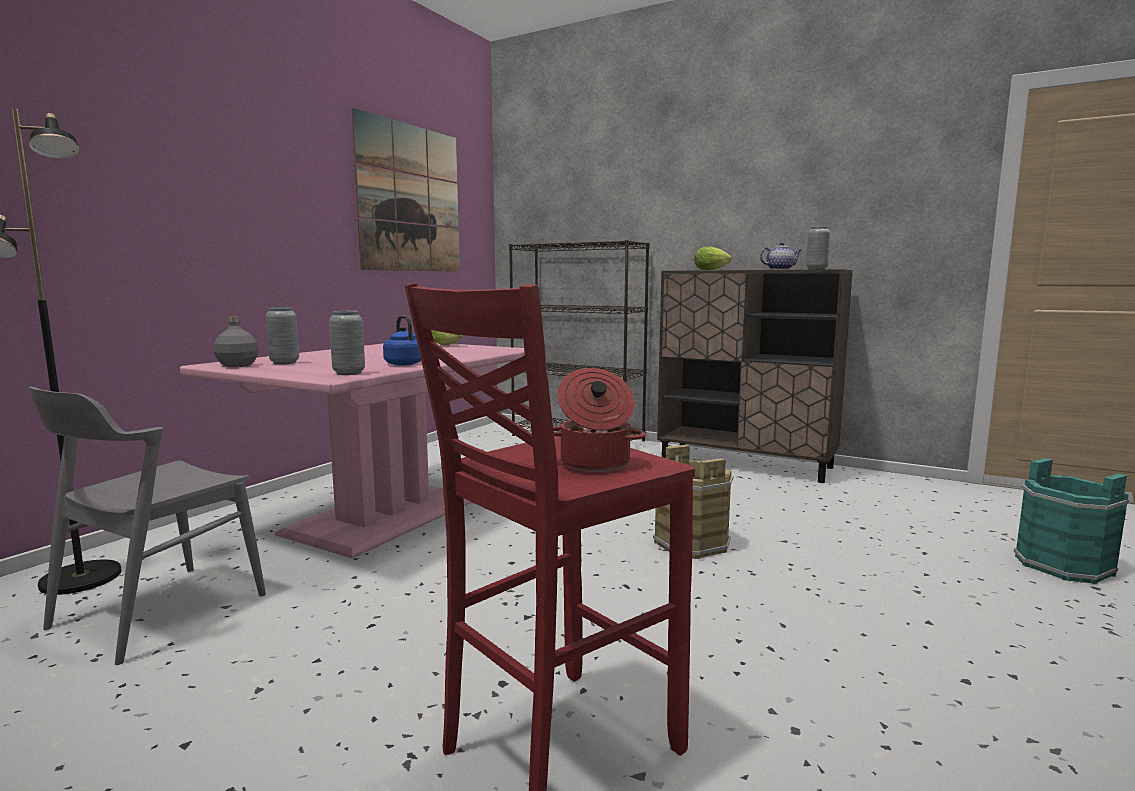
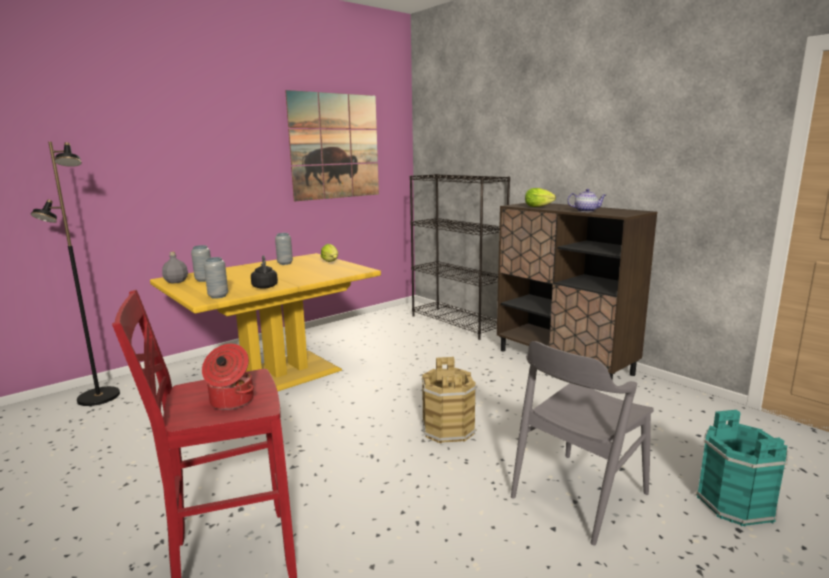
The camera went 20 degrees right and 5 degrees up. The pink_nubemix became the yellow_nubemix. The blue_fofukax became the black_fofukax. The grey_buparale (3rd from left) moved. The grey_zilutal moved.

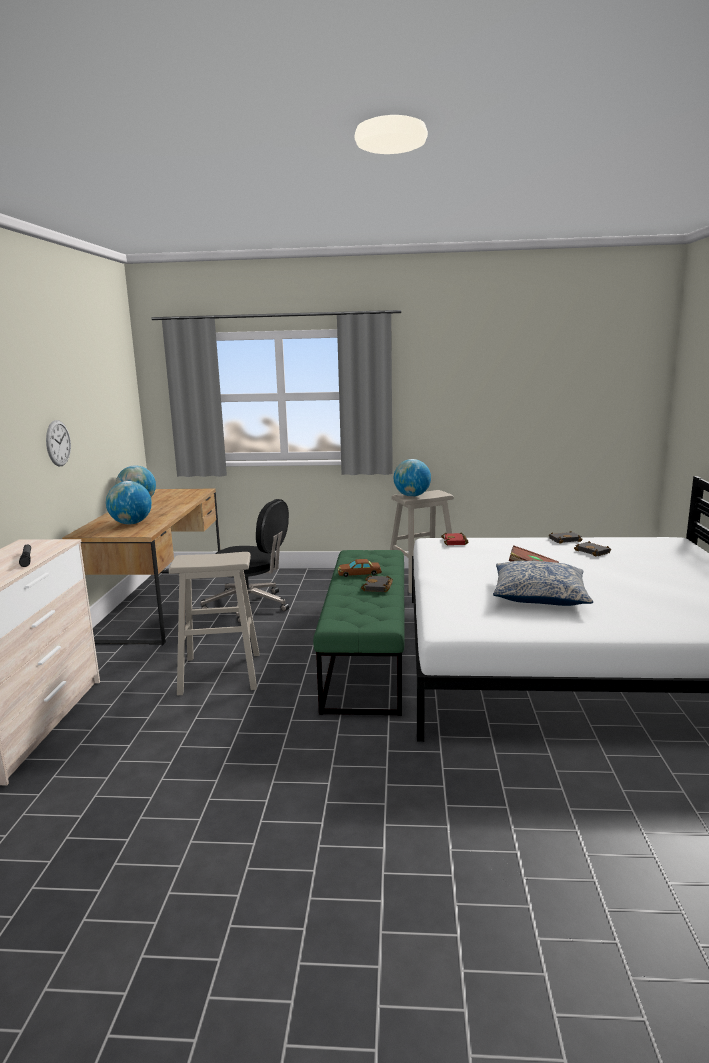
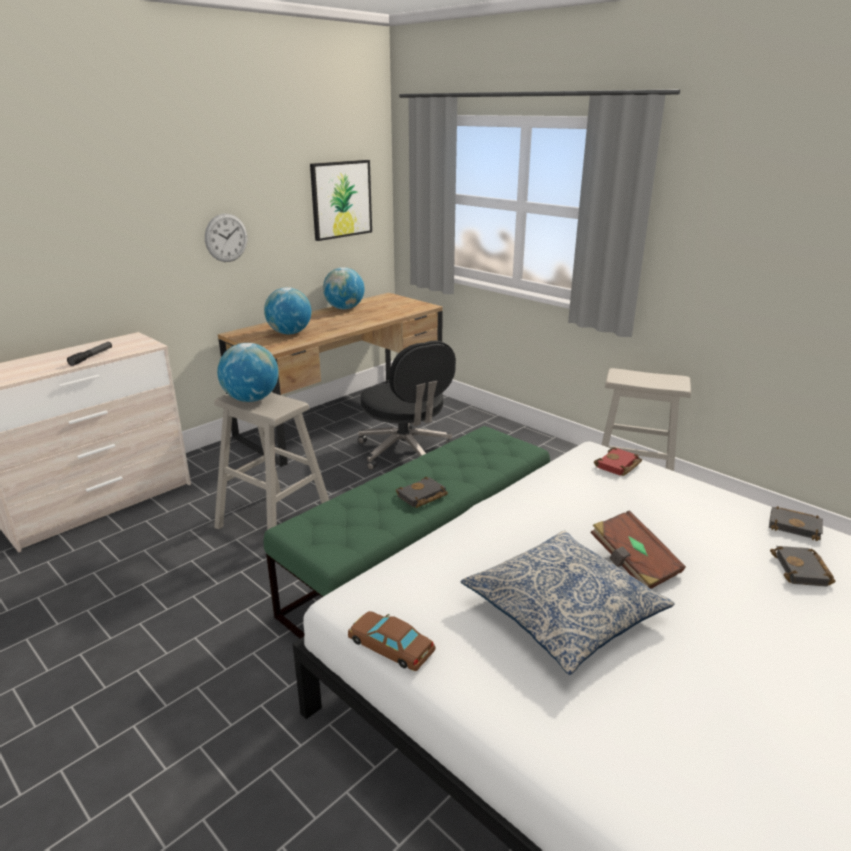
The camera went 40 degrees right and 10 degrees up. The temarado (3rd from left in the first image) moved. The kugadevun appeared. The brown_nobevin moved.

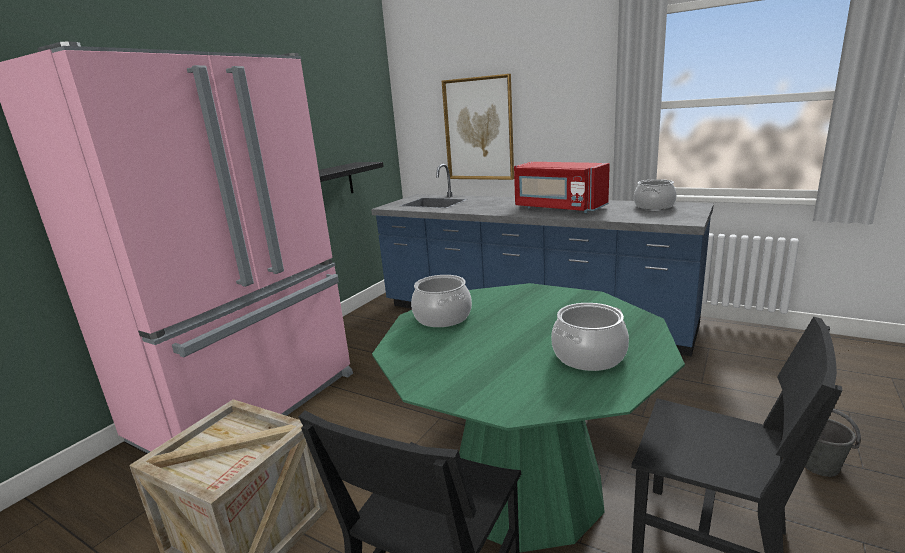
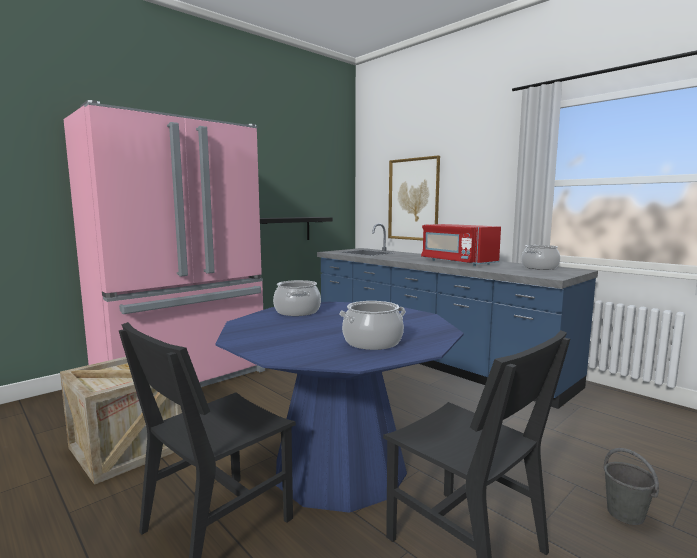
The camera went 15 degrees right and 10 degrees down. The green_nubemix became the blue_nubemix.

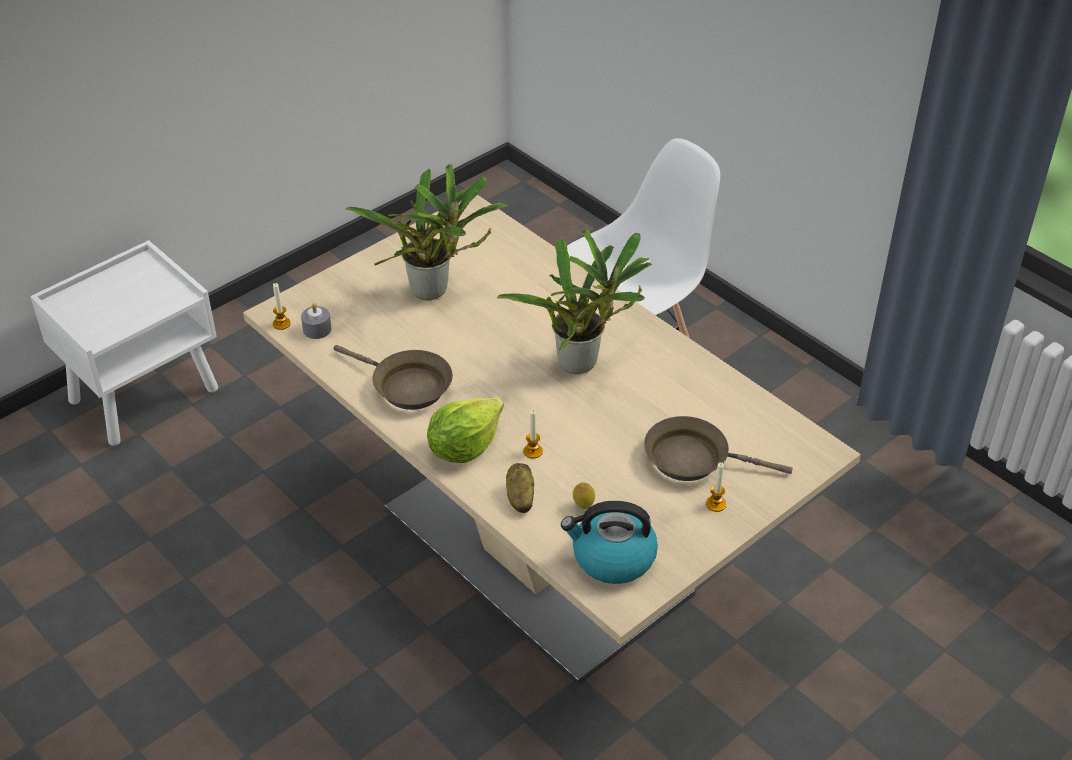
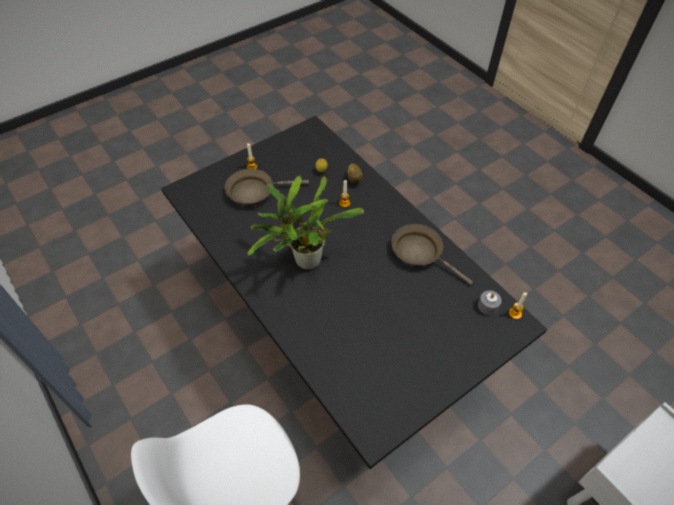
The camera went 175 degrees left and 10 degrees up. The beige_nubemix became the black_nubemix. The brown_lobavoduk (2nd from left in the first image) turned 150 degrees clockwise. The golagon (1st from left) disappeared. The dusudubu disappeared. The fofukax disappeared.

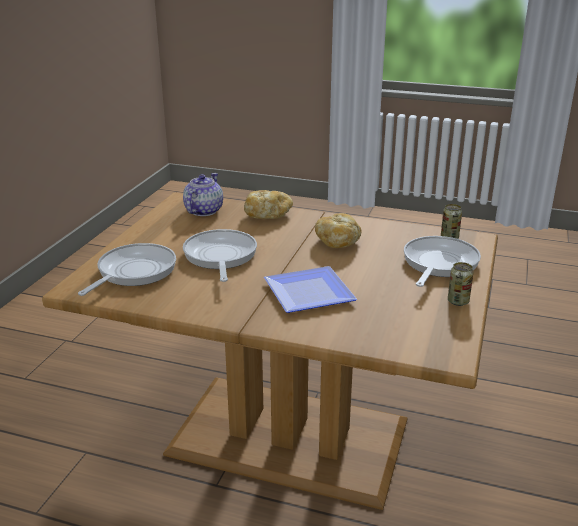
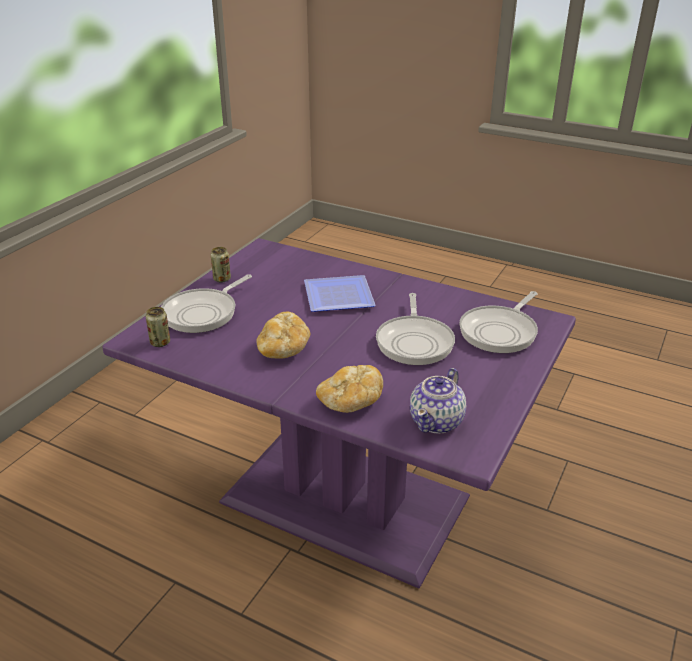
The camera went 170 degrees left and 5 degrees up. The brown_nubemix became the purple_nubemix.

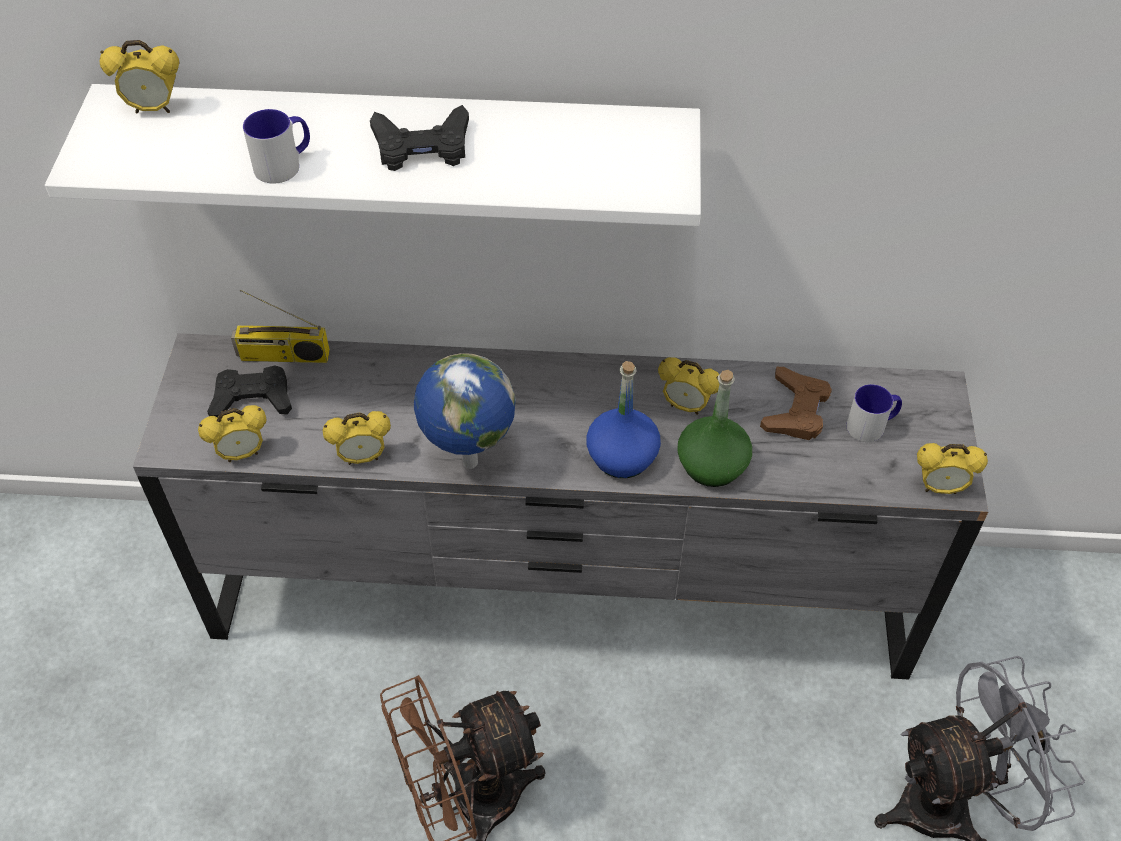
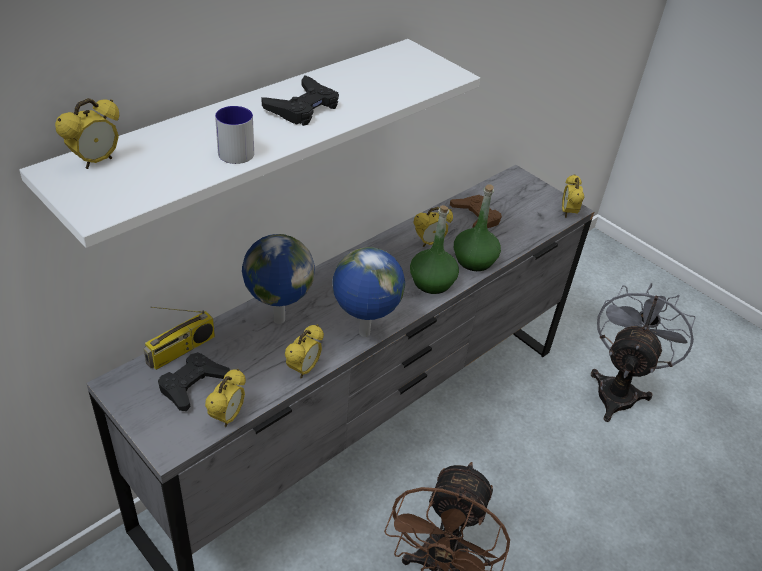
The camera went 50 degrees left and 10 degrees down. The temarado (1st from left) appeared. The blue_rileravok became the green_rileravok (1st from left). The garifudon (5th from left) turned 135 degrees clockwise. The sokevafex (2nd from left) disappeared.

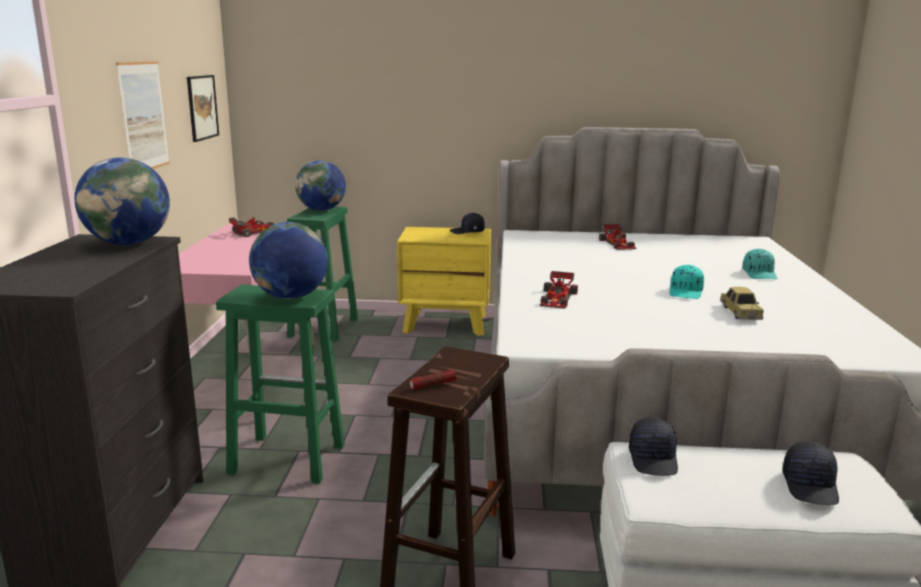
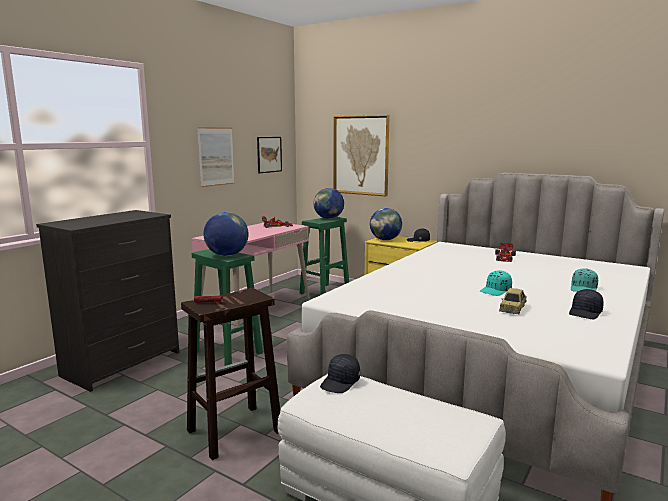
The camera went 30 degrees right and 5 degrees down. The kugadevun (3rd from left) appeared. The temarado (1st from left in the first image) moved. The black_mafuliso (3rd from left) moved. The nobevin (2nd from left) disappeared.

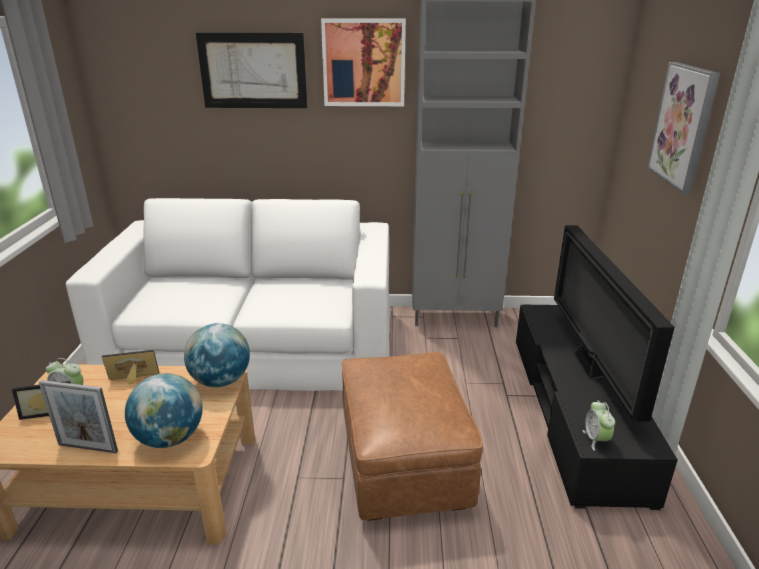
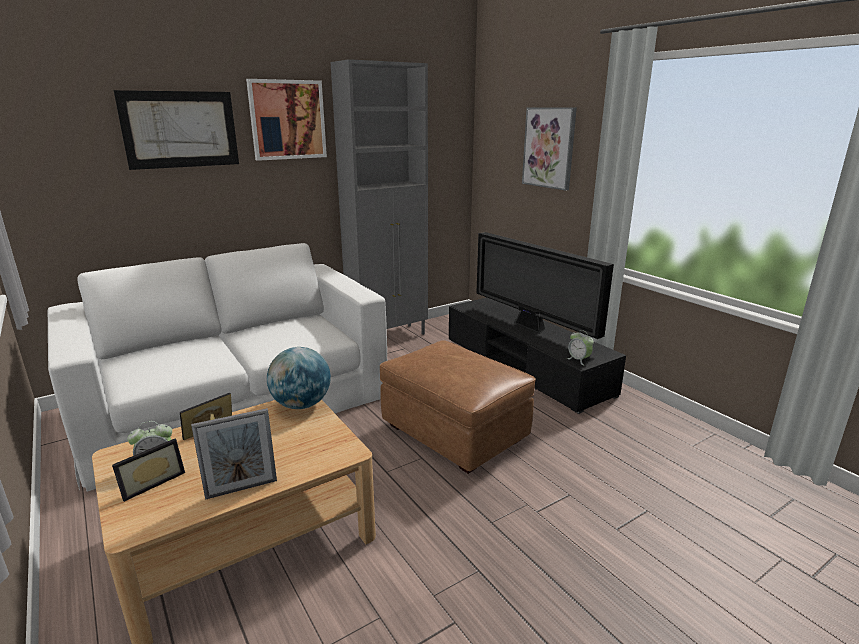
The camera went 35 degrees left and 5 degrees down. The temarado (1st from left) disappeared.

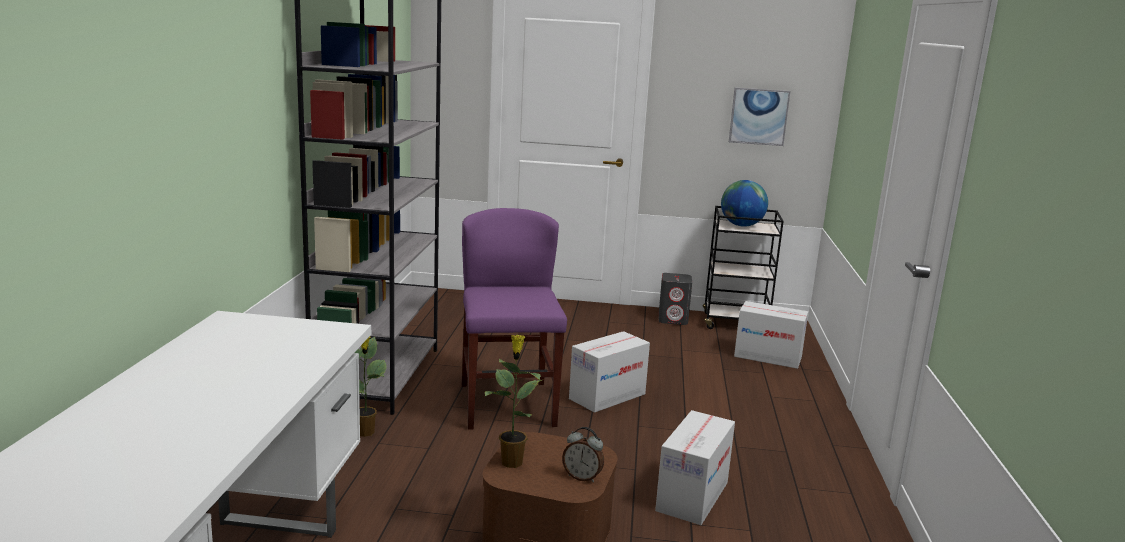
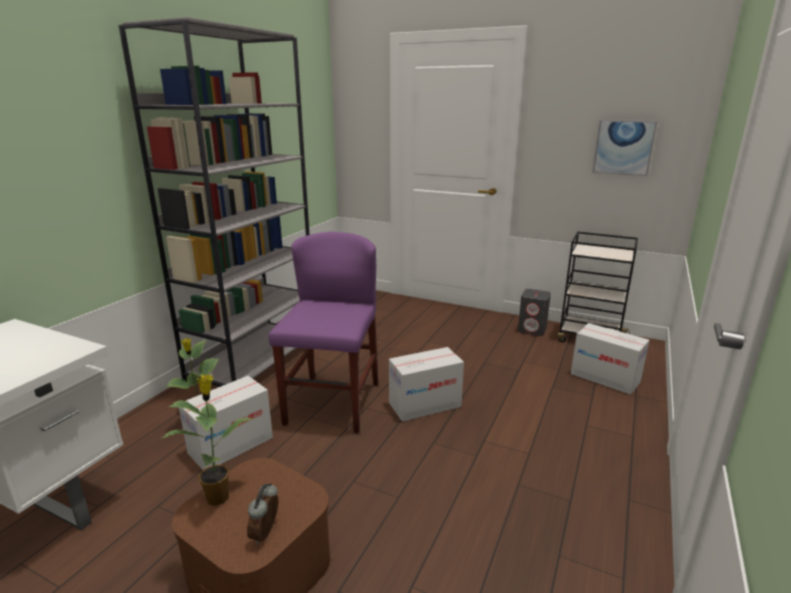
The camera went 20 degrees right and 5 degrees up. The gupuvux (2nd from left in the first image) moved. The garifudon turned 60 degrees clockwise. The temarado disappeared.

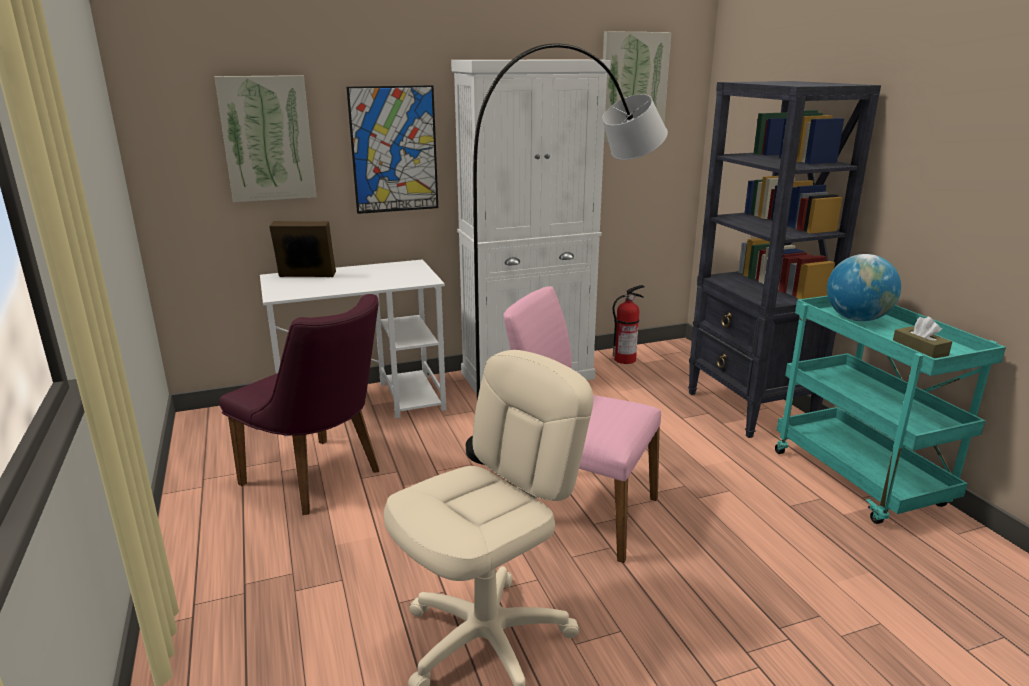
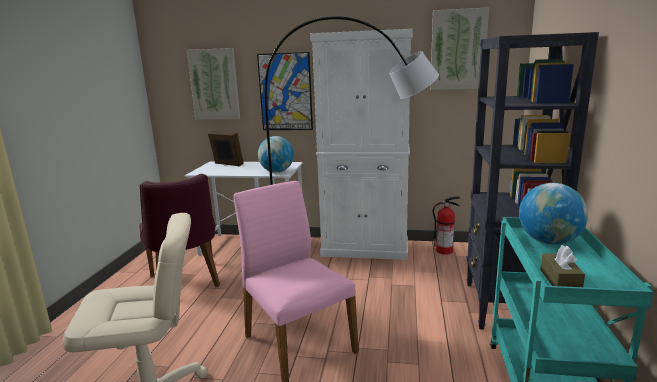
The camera went 30 degrees right and 5 degrees down. The temarado (1st from left) appeared.

